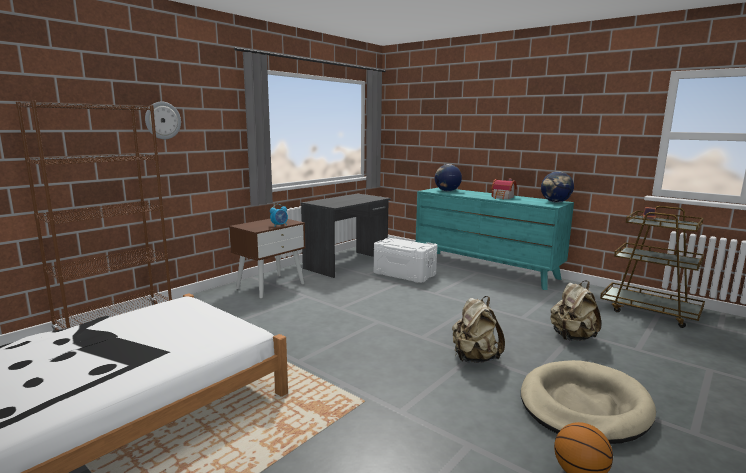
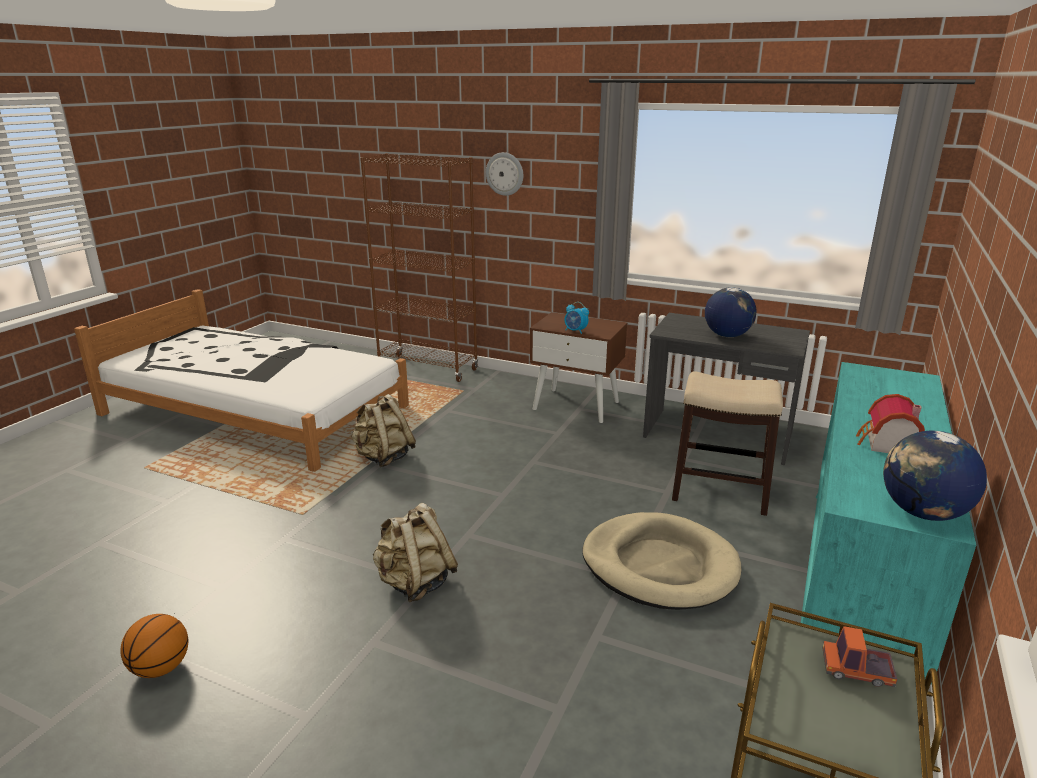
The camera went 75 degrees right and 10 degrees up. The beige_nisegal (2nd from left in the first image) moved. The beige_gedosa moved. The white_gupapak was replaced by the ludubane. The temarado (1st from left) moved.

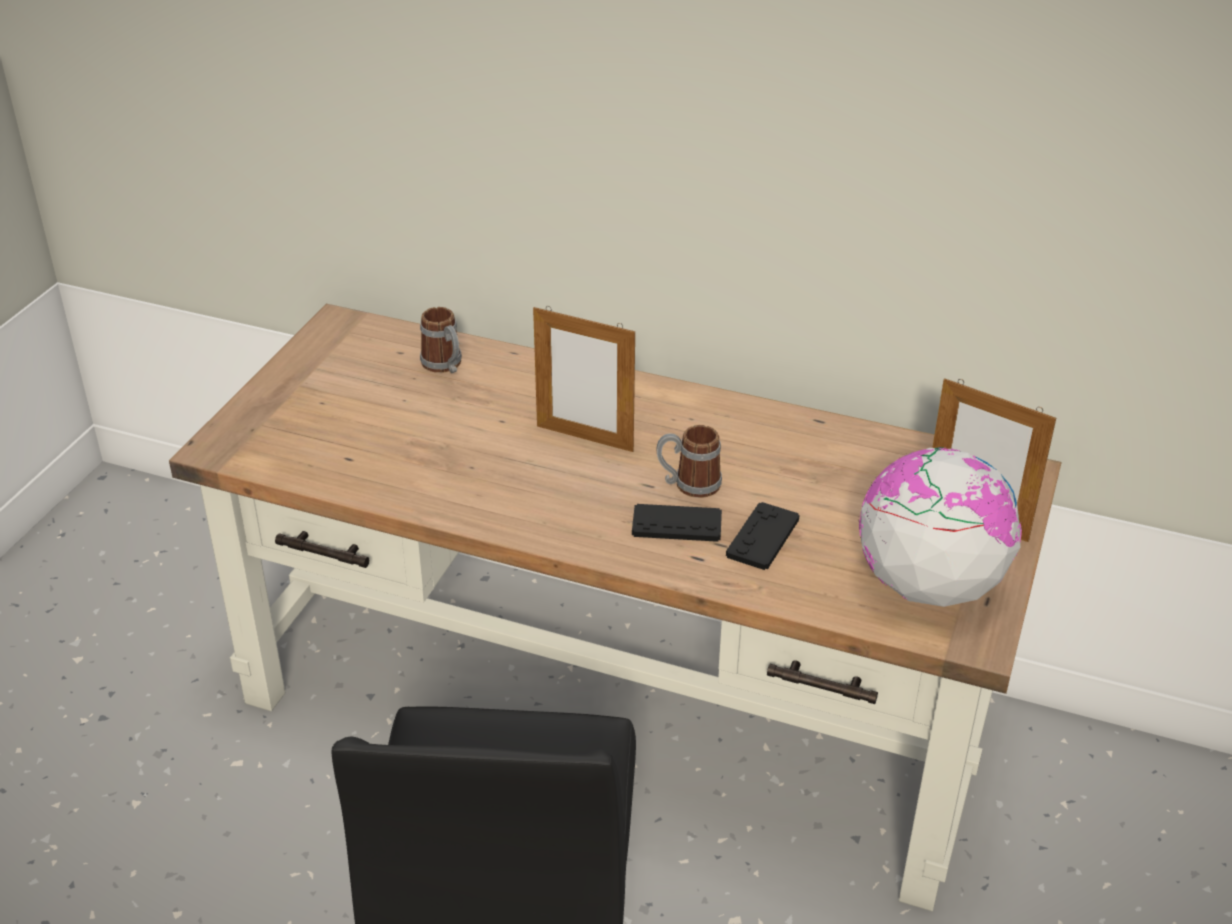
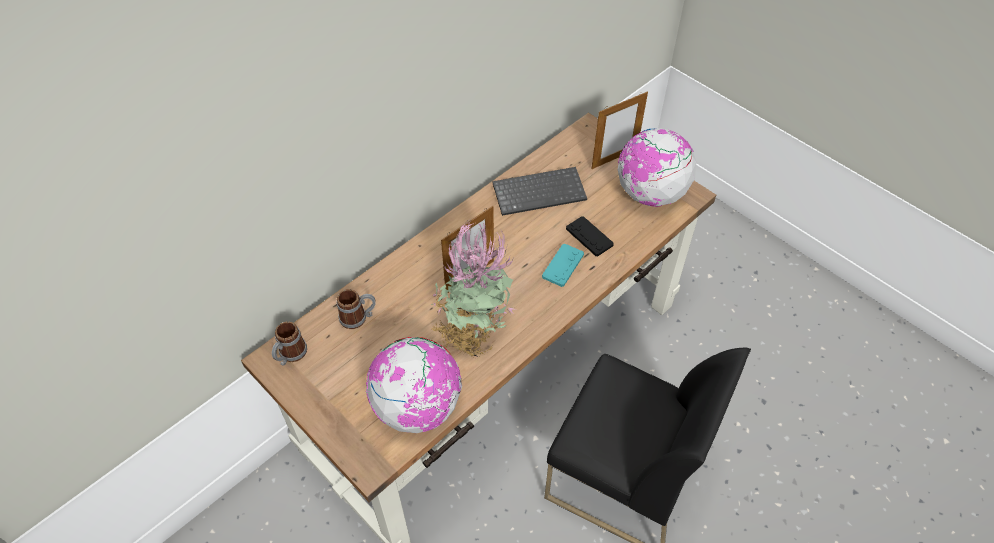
The camera went 65 degrees left and 15 degrees up. The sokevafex (2nd from left in the first image) moved. The temarado (1st from left) appeared. The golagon appeared. The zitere appeared. The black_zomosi (1st from left) became the turquoise_zomosi.

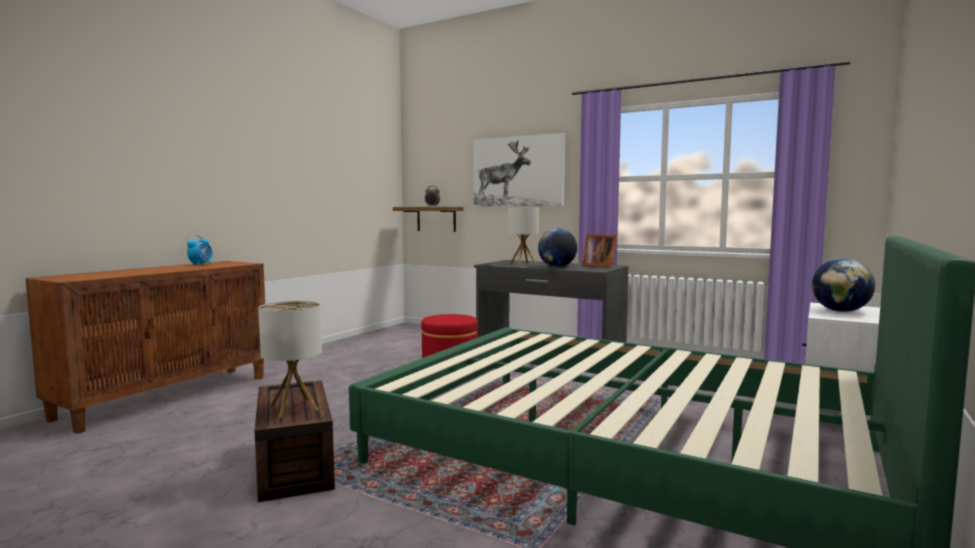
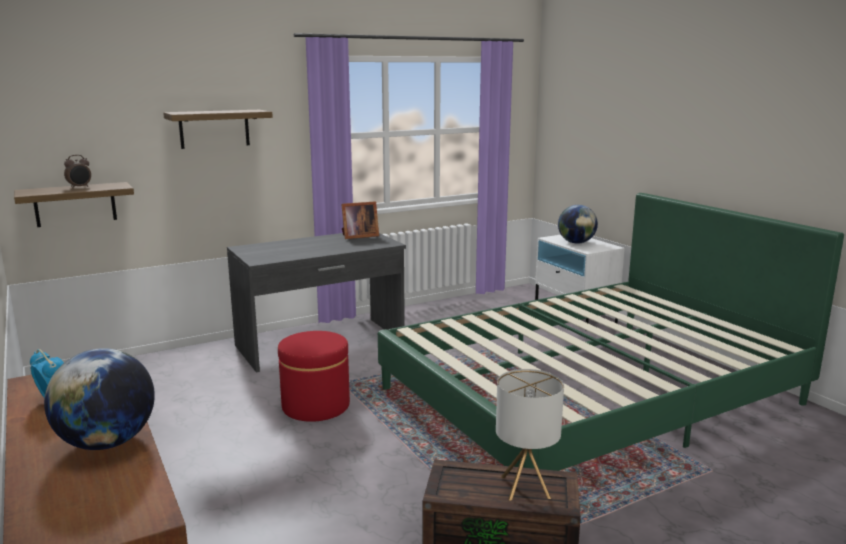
The camera went 60 degrees left and 10 degrees up. The temarado (1st from left) moved. The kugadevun was replaced by the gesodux (2nd from left). The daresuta (2nd from left) disappeared.

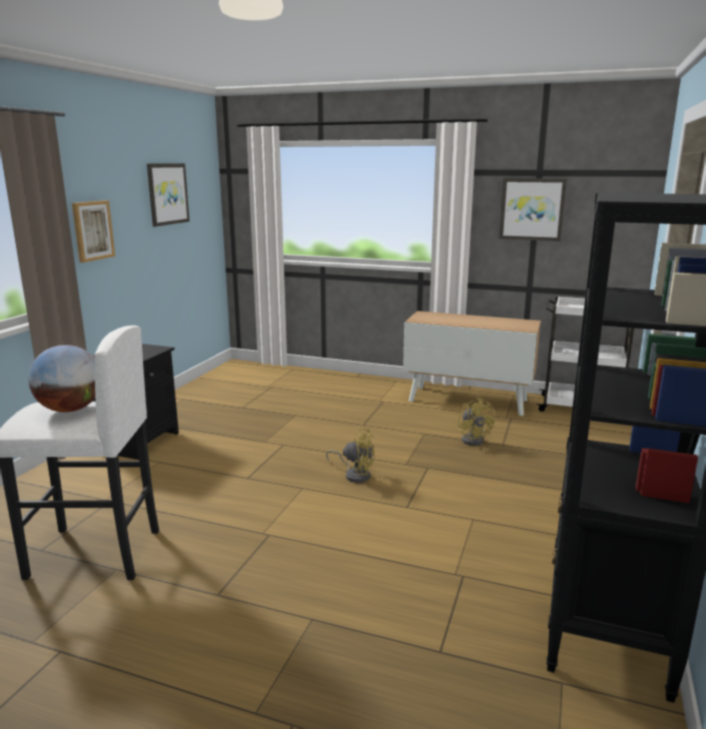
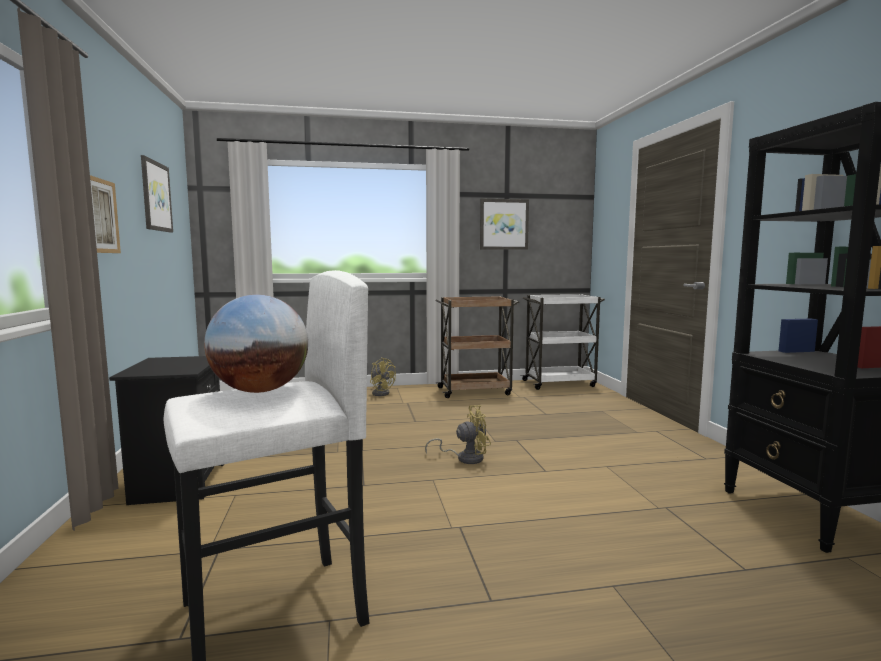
The camera went 30 degrees left and 10 degrees down. The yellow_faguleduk (2nd from left in the first image) moved. The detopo was replaced by the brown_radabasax.

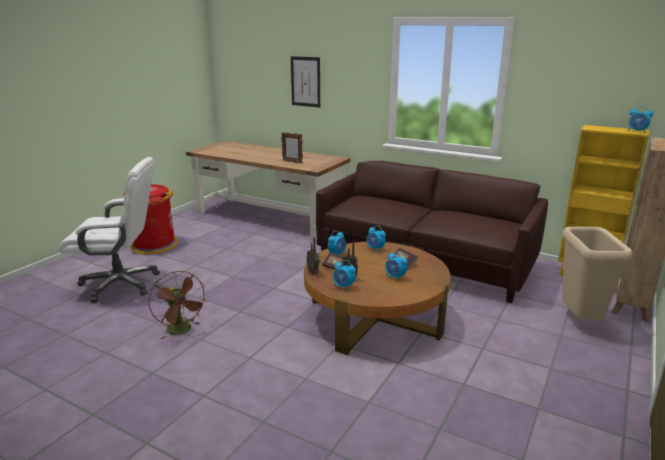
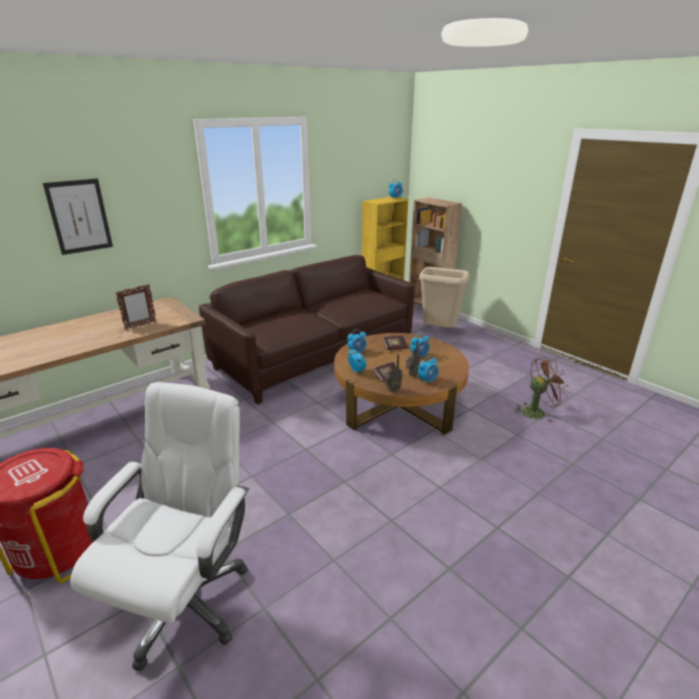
The camera went 70 degrees left and 5 degrees up. The brown_faguleduk moved.

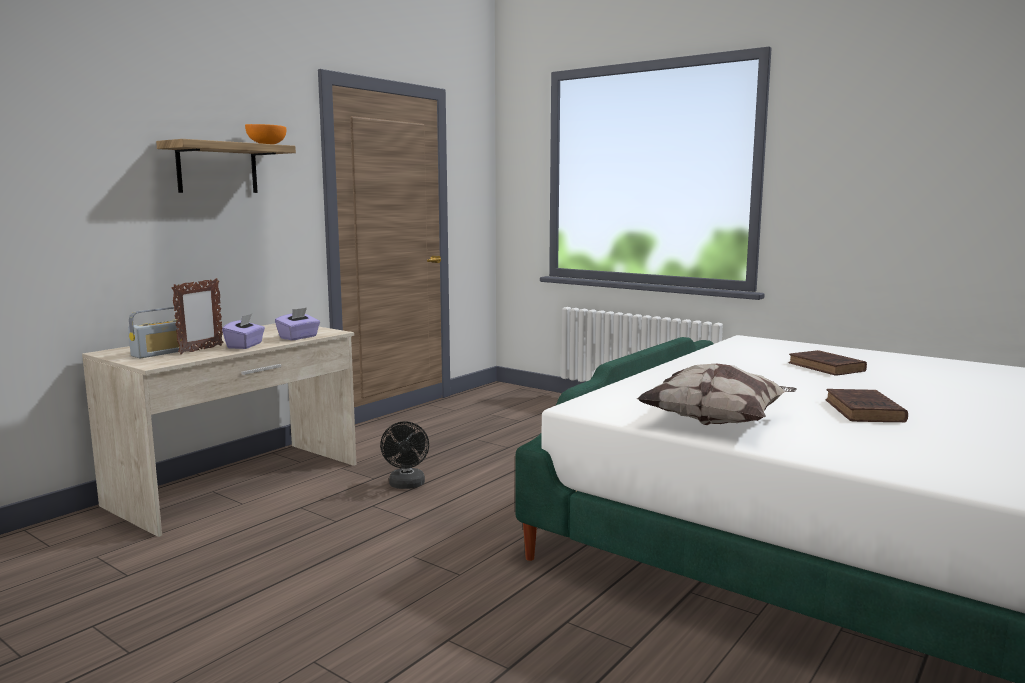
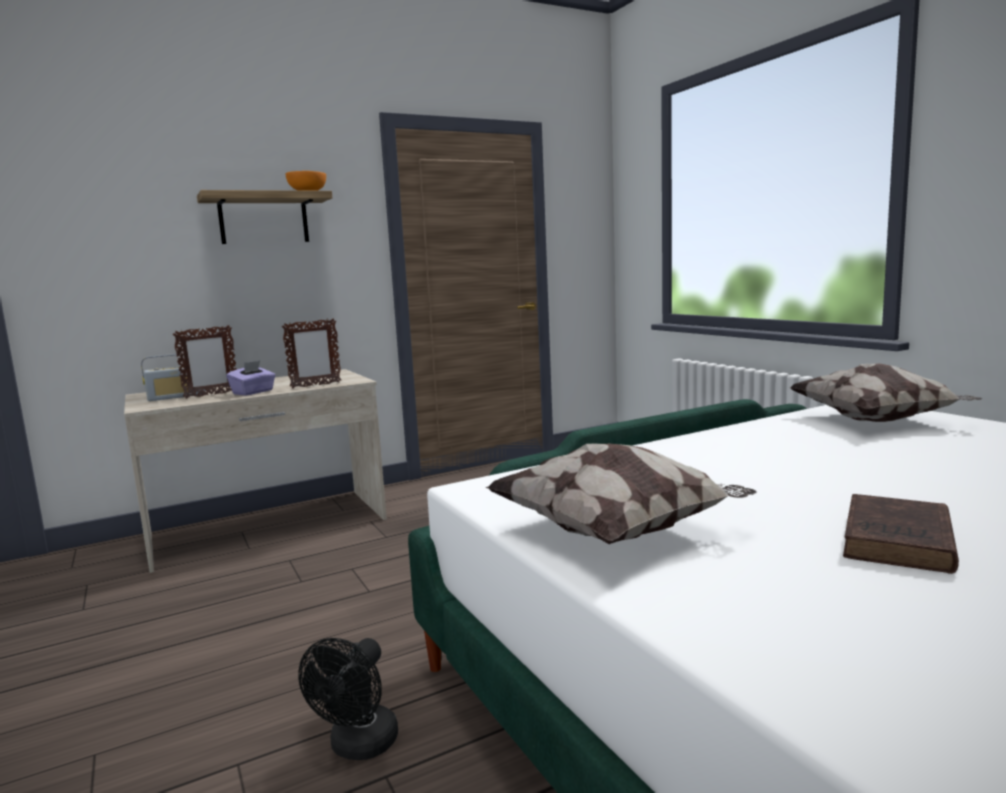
The camera went 25 degrees right and 0 degrees up. The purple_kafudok (2nd from left) was replaced by the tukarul (2nd from left). The black_faguleduk moved. The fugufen (2nd from left) appeared. The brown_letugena (1st from left) disappeared.

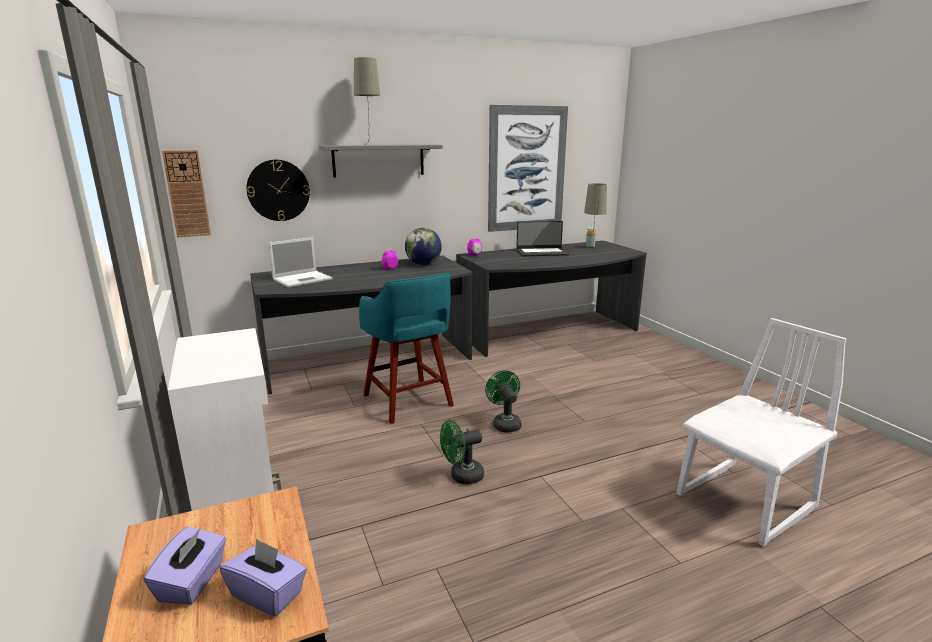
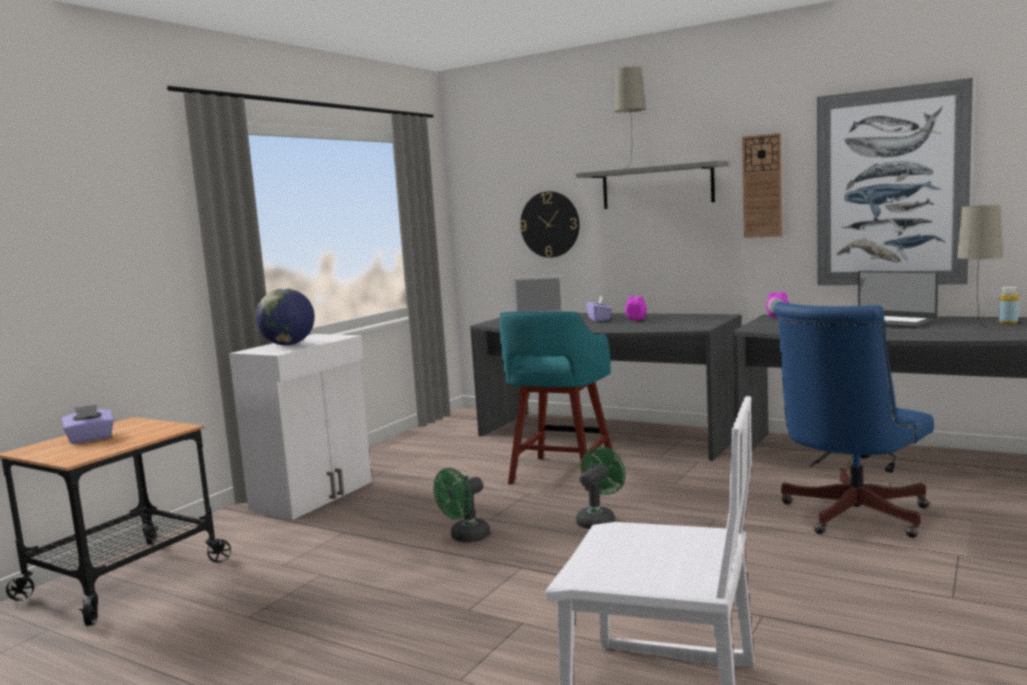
The camera went 55 degrees right and 10 degrees down. The temarado moved. The green_faguleduk (1st from left) turned 75 degrees counterclockwise. The purple_kafudok (2nd from left) moved. The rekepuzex (1st from left in the first image) moved. The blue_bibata appeared.

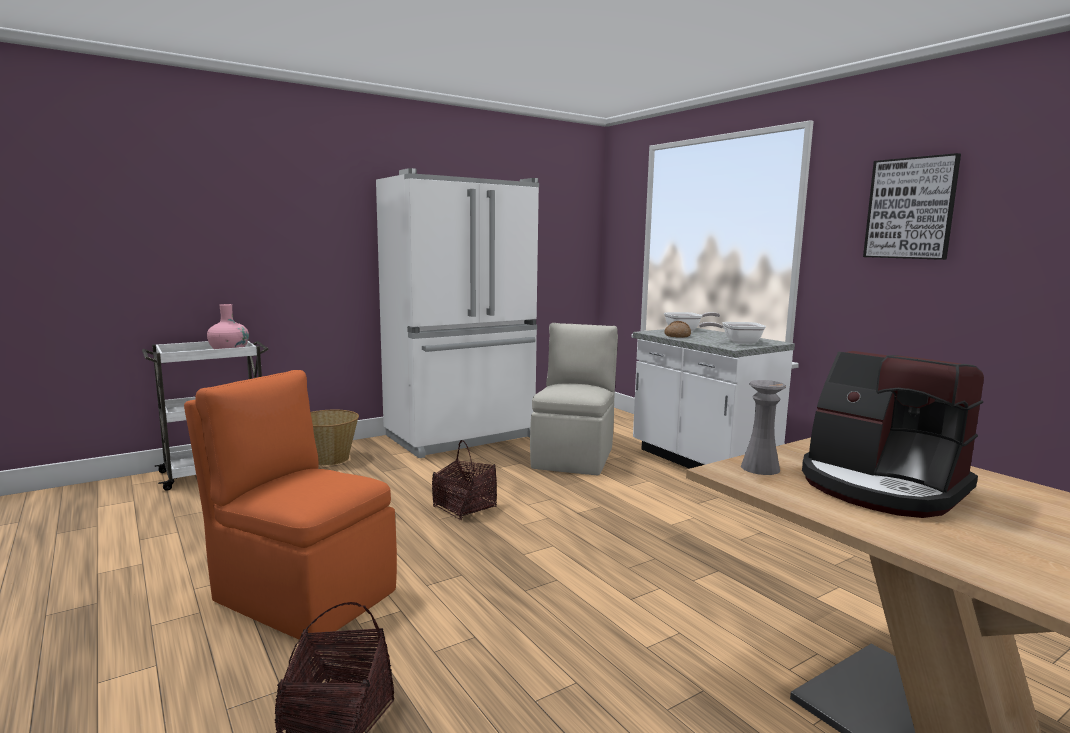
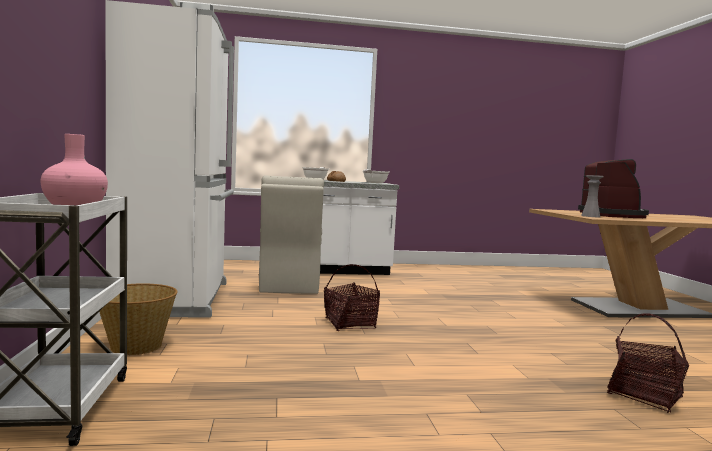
The camera went 65 degrees left and 5 degrees down. The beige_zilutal turned 135 degrees counterclockwise. The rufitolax turned 75 degrees counterclockwise. The orange_zilutal disappeared. The kugadevun disappeared.

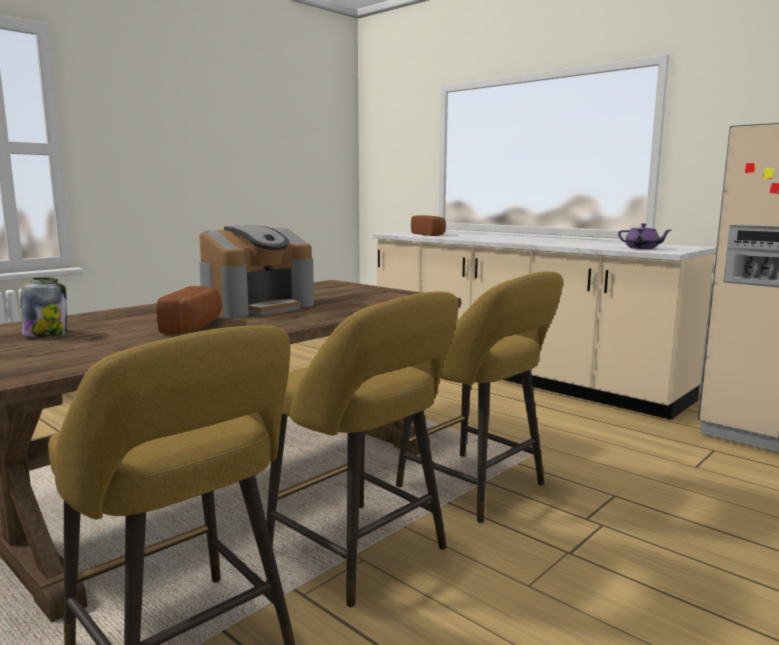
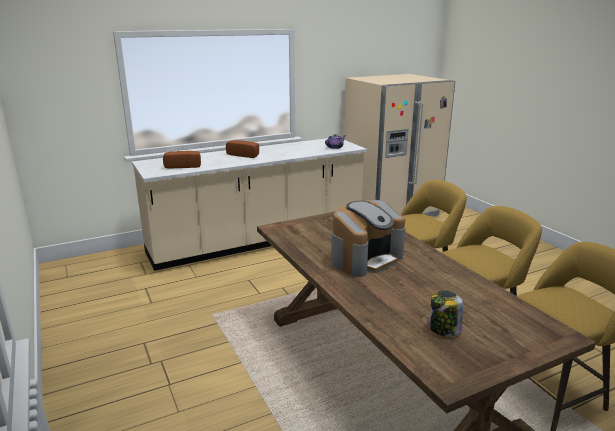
The camera went 70 degrees left and 10 degrees up. The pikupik (1st from left in the first image) moved. The rufitolax turned 75 degrees clockwise.

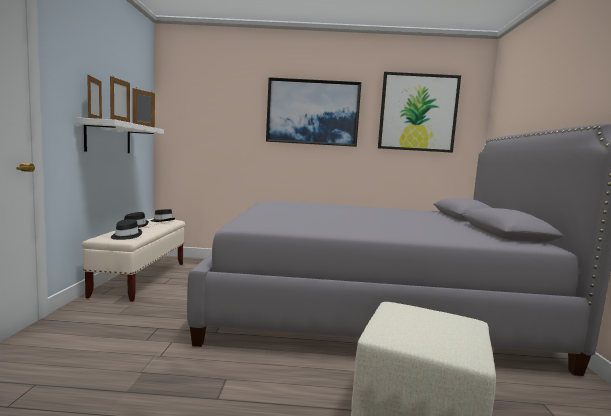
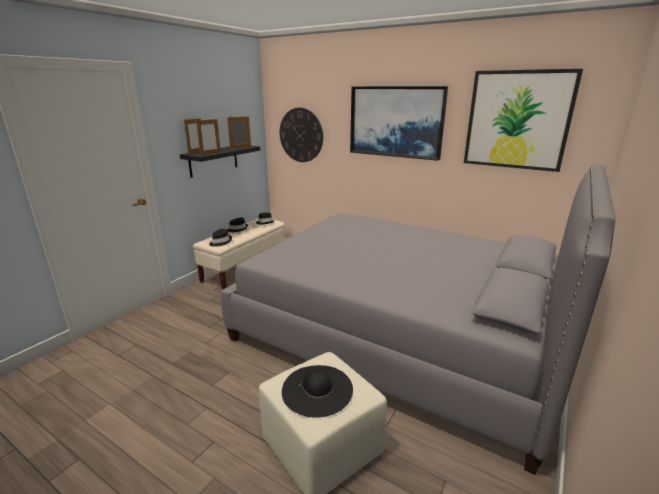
The camera went 30 degrees right and 15 degrees up. The white_gesodux became the black_gesodux. The rekepuzex appeared. The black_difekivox (4th from left) appeared.

